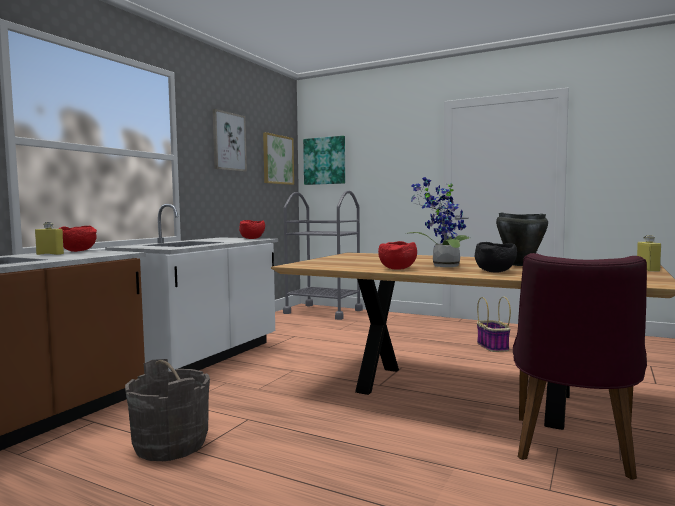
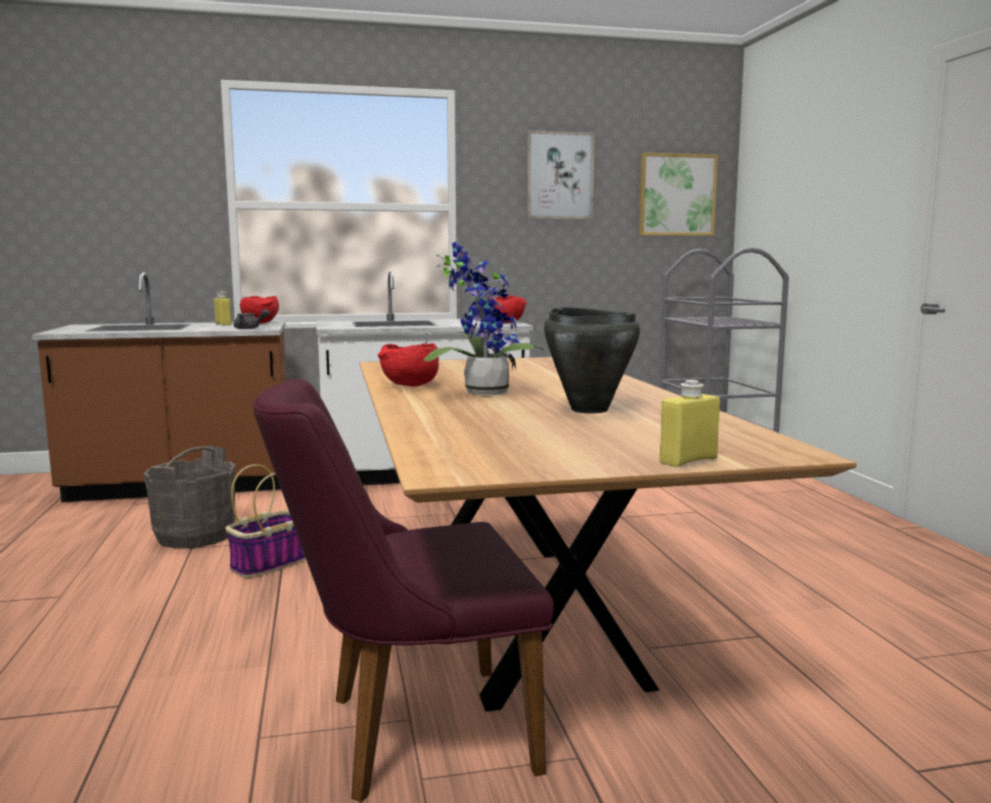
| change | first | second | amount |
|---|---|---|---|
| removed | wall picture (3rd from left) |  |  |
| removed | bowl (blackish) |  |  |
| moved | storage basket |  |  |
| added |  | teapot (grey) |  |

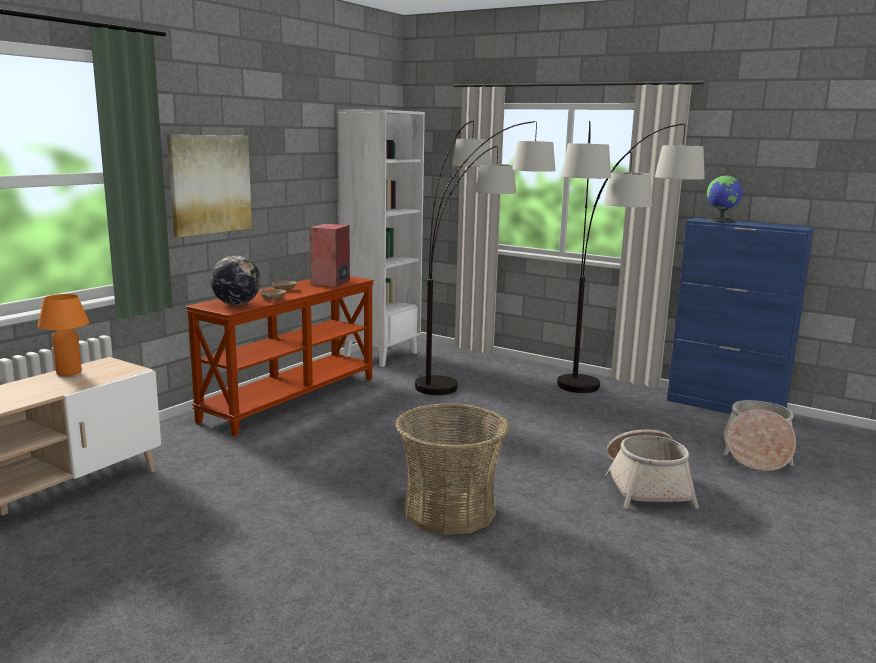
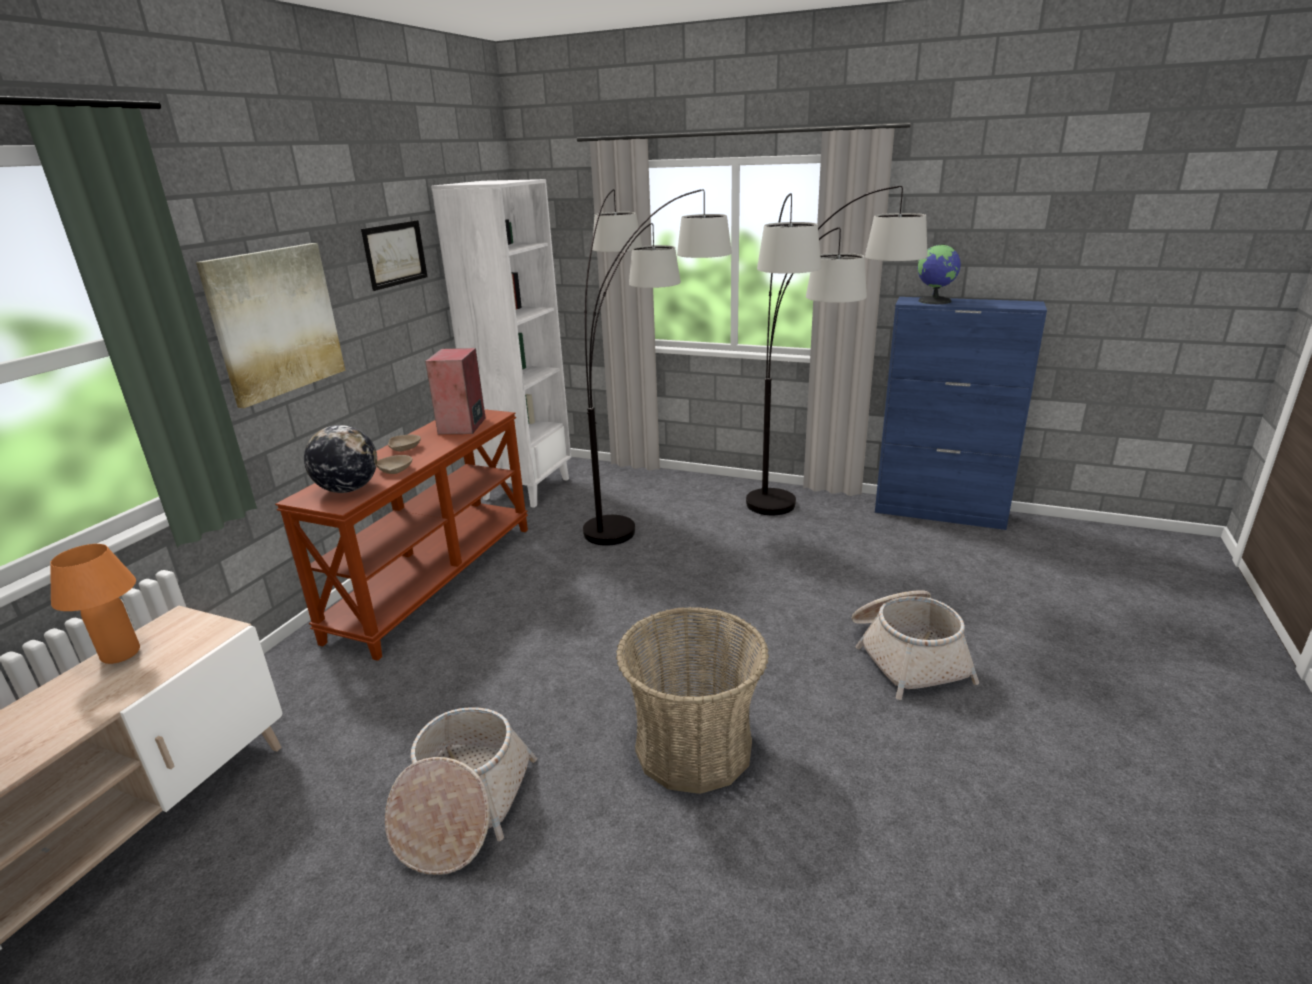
| change | first | second | amount |
|---|---|---|---|
| moved | storage basket (3rd from left in the first image) | storage basket (1st from left) |  |
| added |  | wall picture (2nd from left) |  |

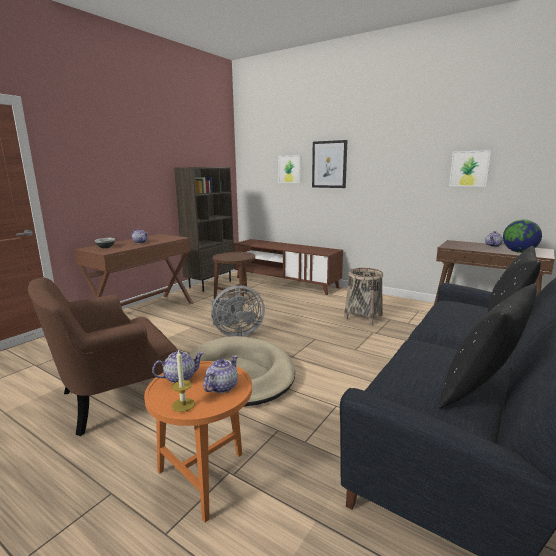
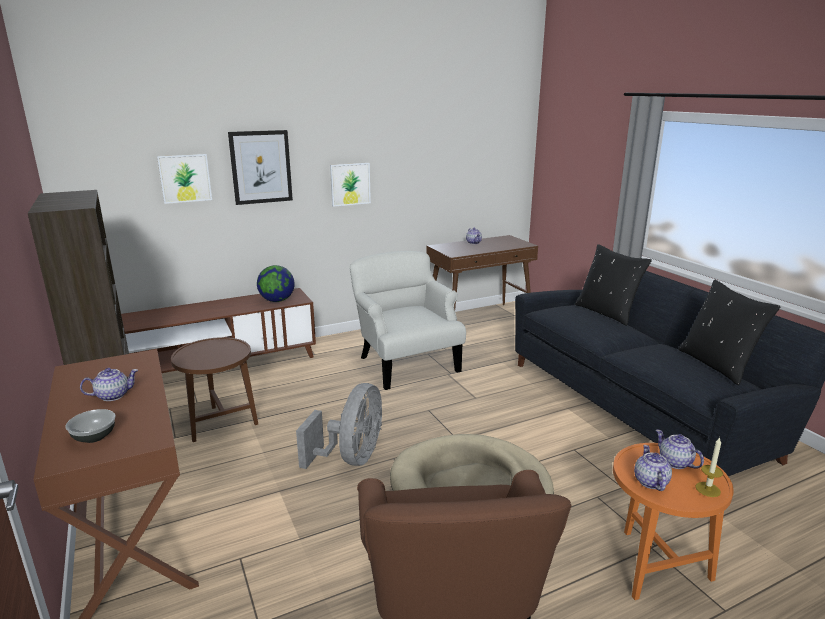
| change | first | second | amount |
|---|---|---|---|
| replaced | storage basket | easy chair (white) |  |
| moved | wall picture (3rd from left) |  |  |
| moved | desk globe |  |  |

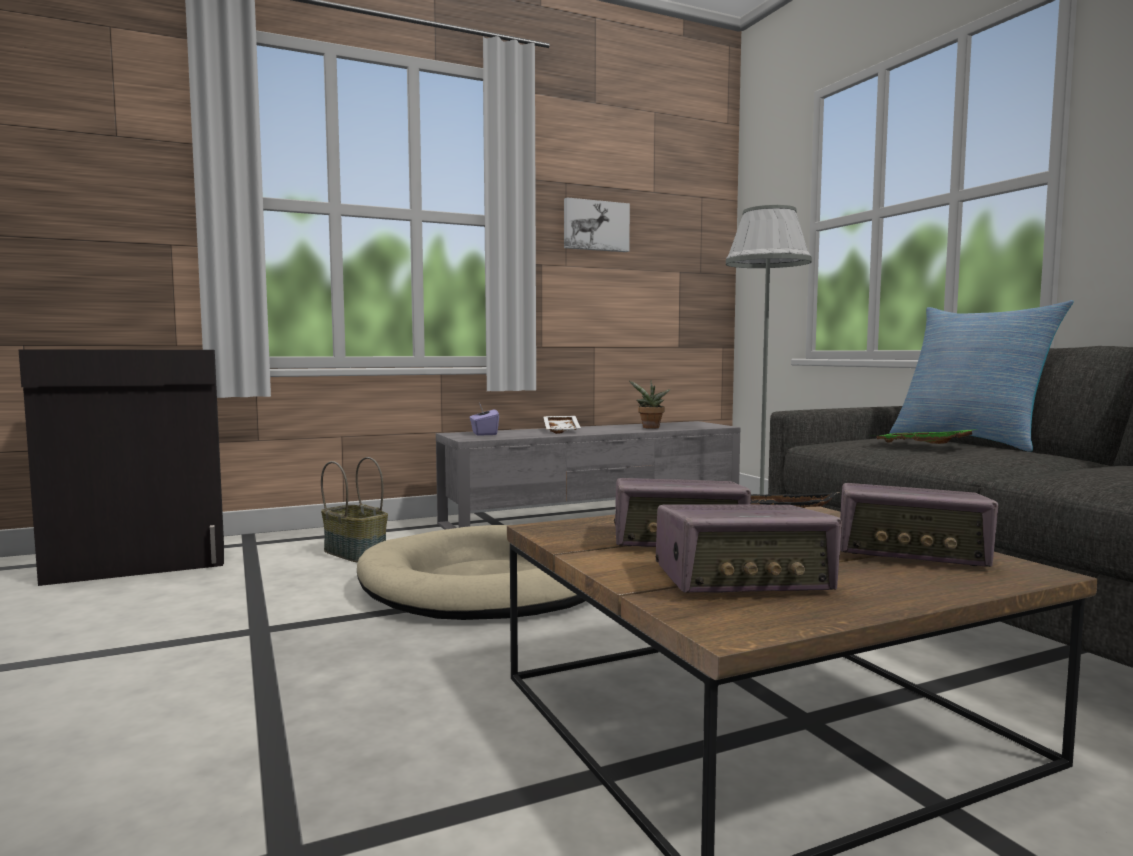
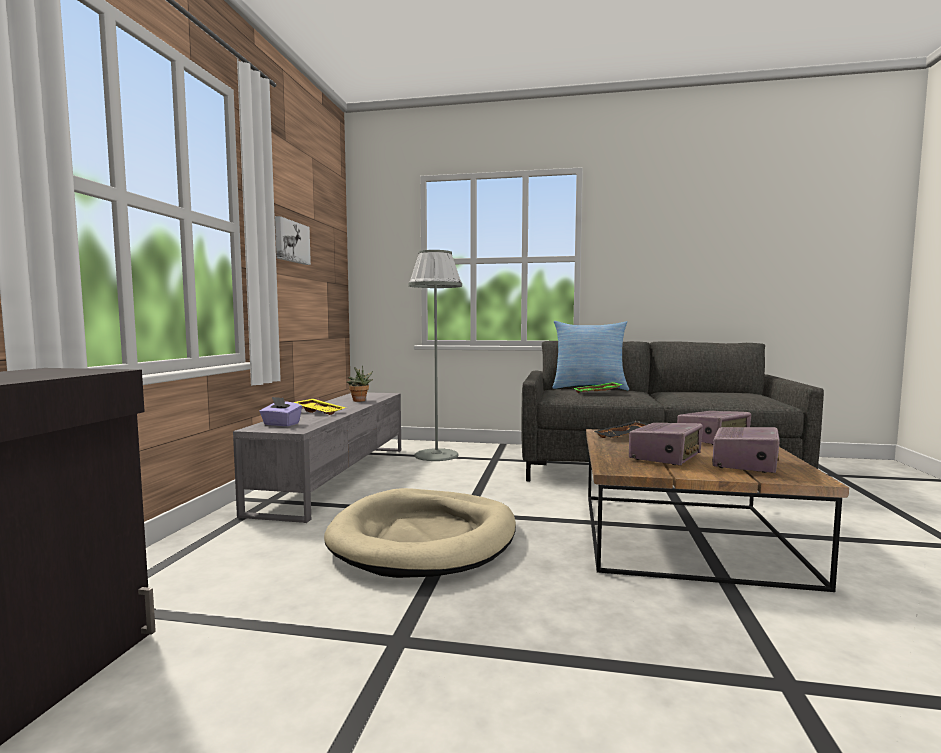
| change | first | second | amount |
|---|---|---|---|
| removed | storage basket |  |  |
| recoloured | carrying tray (white) | carrying tray (yellowish) |  |

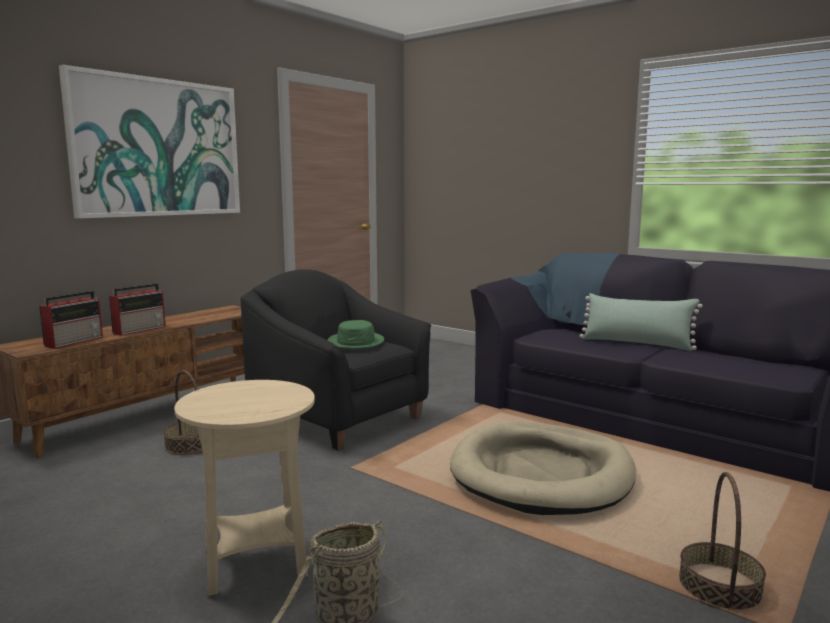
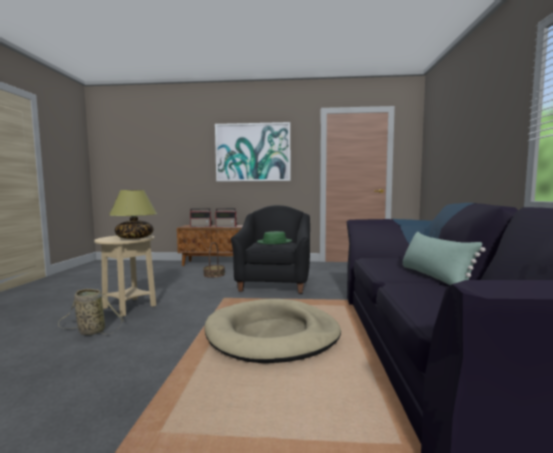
| change | first | second | amount |
|---|---|---|---|
| removed | storage basket (3rd from left) |  |  |
| added |  | table lamp |  |

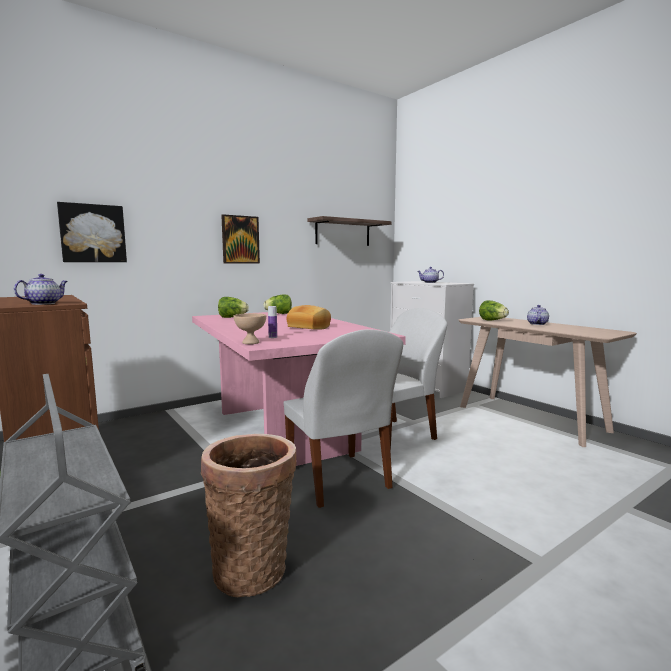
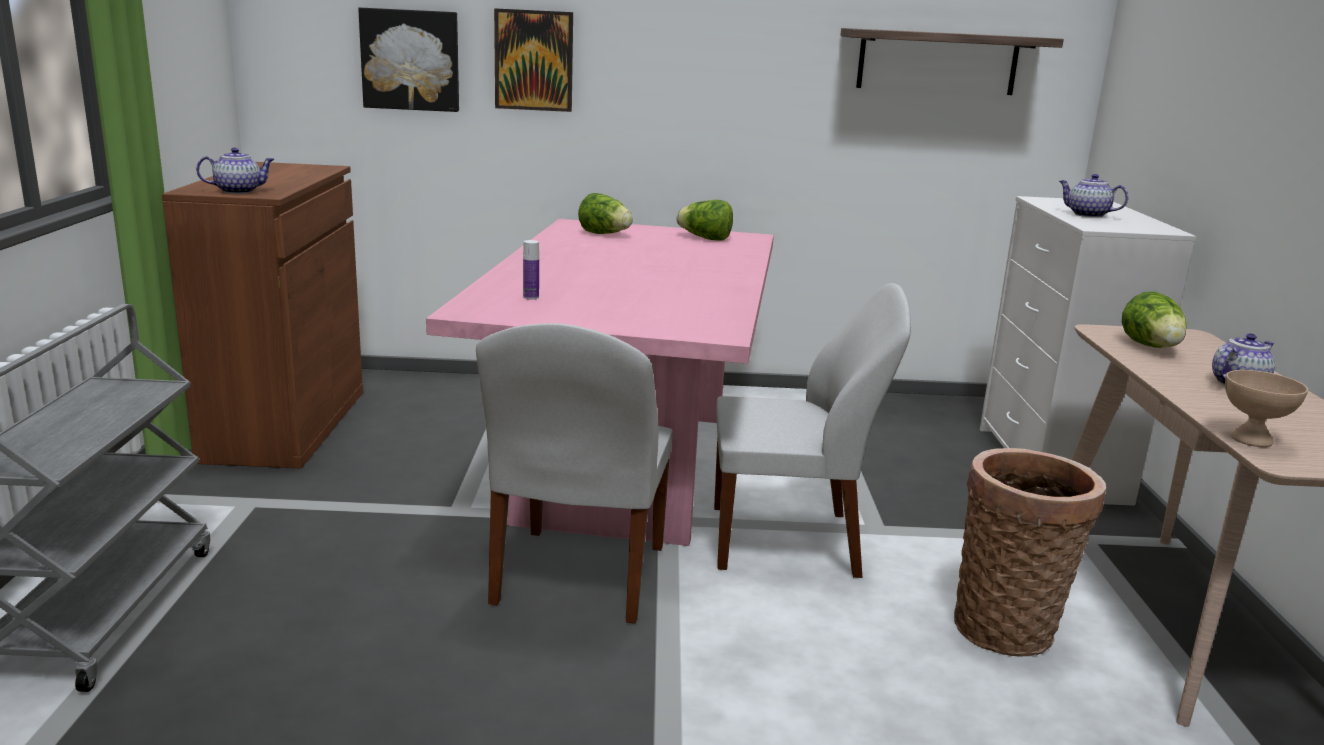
| change | first | second | amount |
|---|---|---|---|
| moved | storage basket |  |  |
| moved | wall picture (2nd from left) |  |  |
| moved | bowl (beige) |  |  |
| removed | bread |  |  |

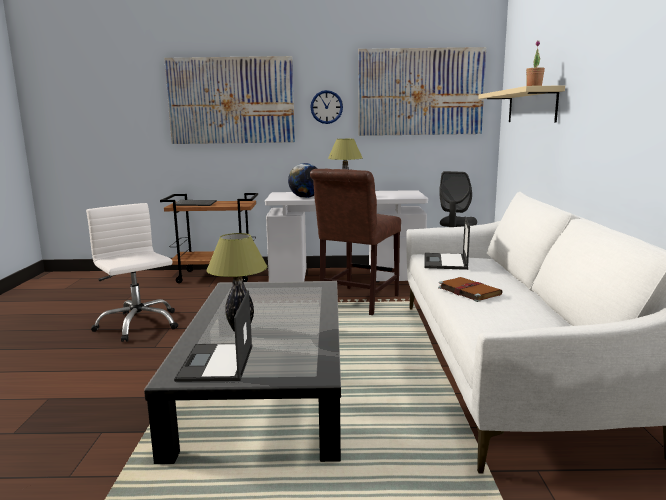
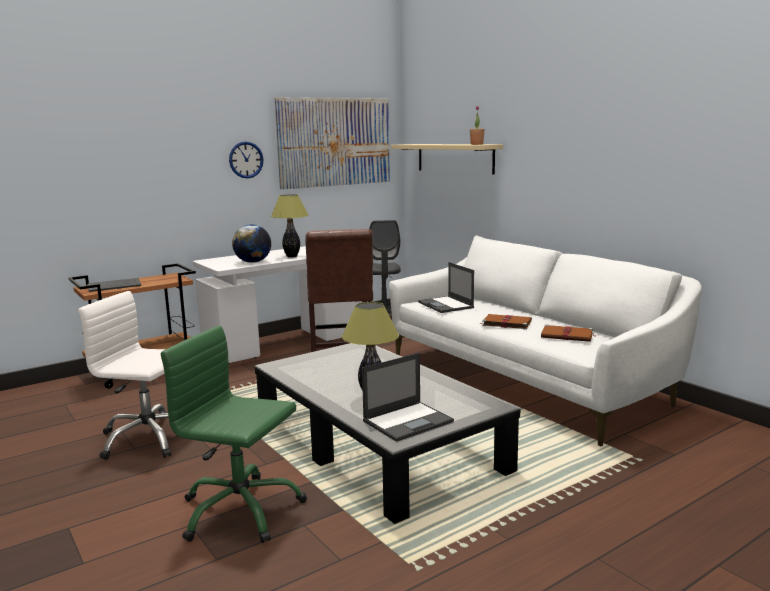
| change | first | second | amount |
|---|---|---|---|
| removed | wall picture (1st from left) |  |  |
| turned | laptop (1st from left) |  | 90 degrees counterclockwise |
| added |  | desk chair (greenish) |  |
| added |  | volume (brown-coloured) (2nd from left) |  |

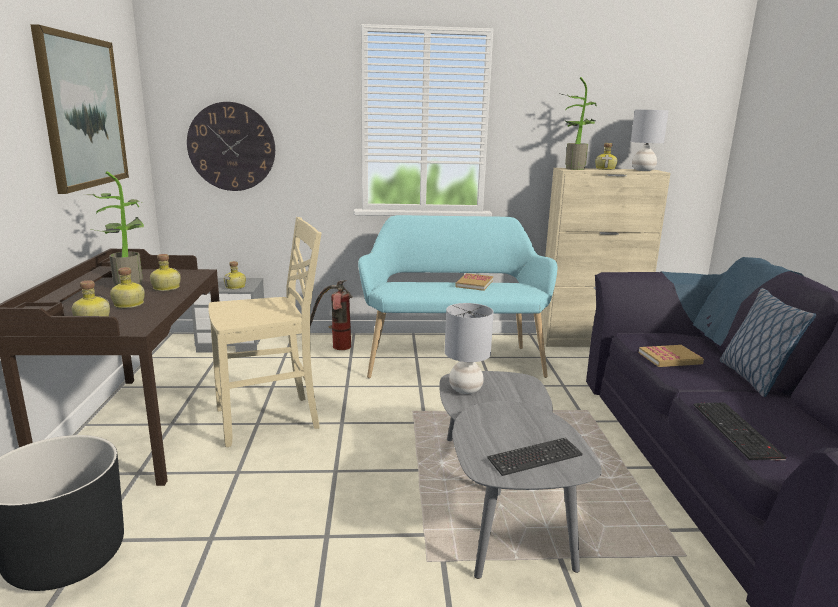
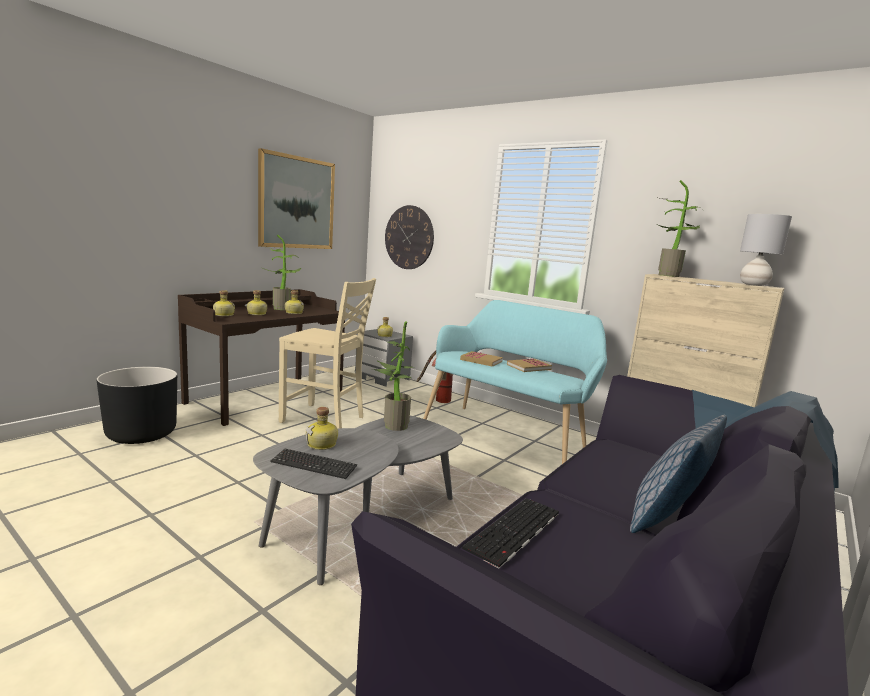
| change | first | second | amount |
|---|---|---|---|
| replaced | table lamp (grey) (1st from left) | houseplant (2nd from left) |  |
| moved | bottle (5th from left in the first image) | bottle (4th from left) |  |
| moved | volume (2nd from left in the first image) | volume (1st from left) |  |

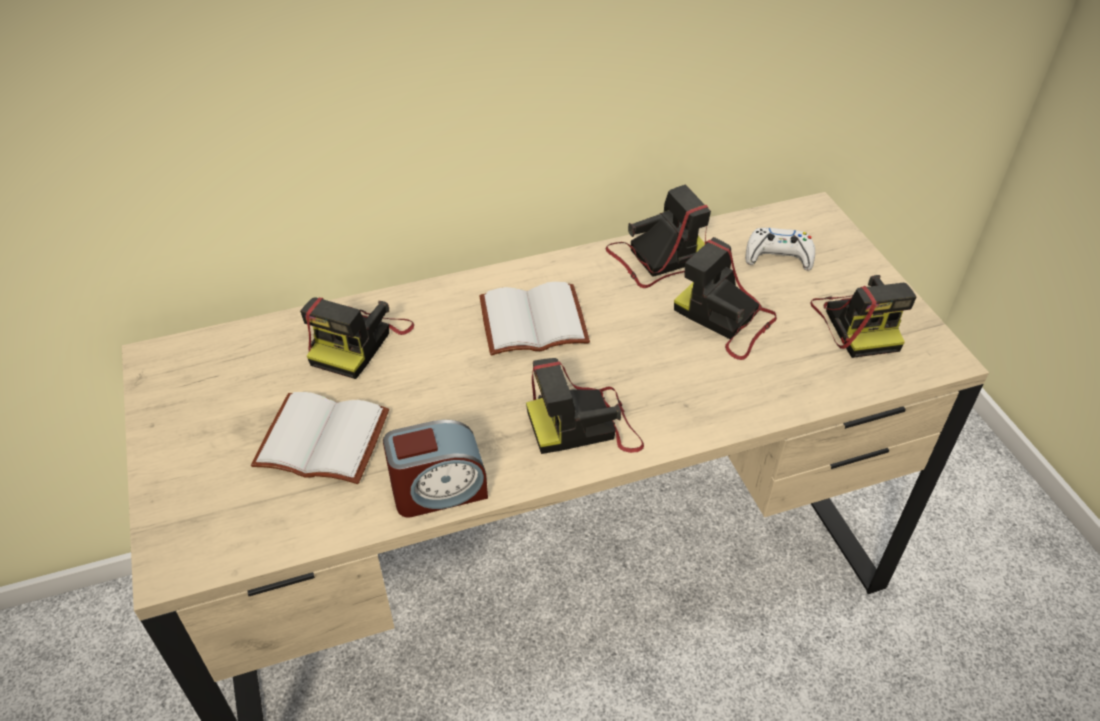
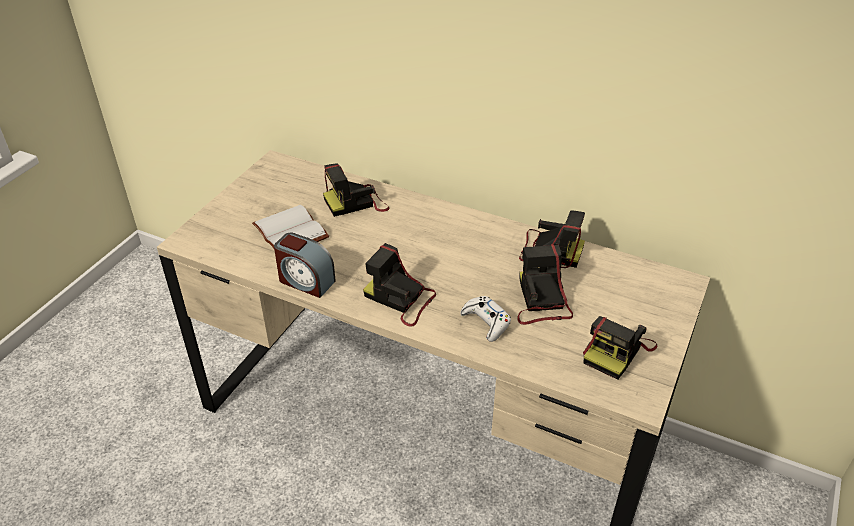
| change | first | second | amount |
|---|---|---|---|
| removed | volume (white) (2nd from left) |  |  |
| moved | joypad (white) |  |  |

